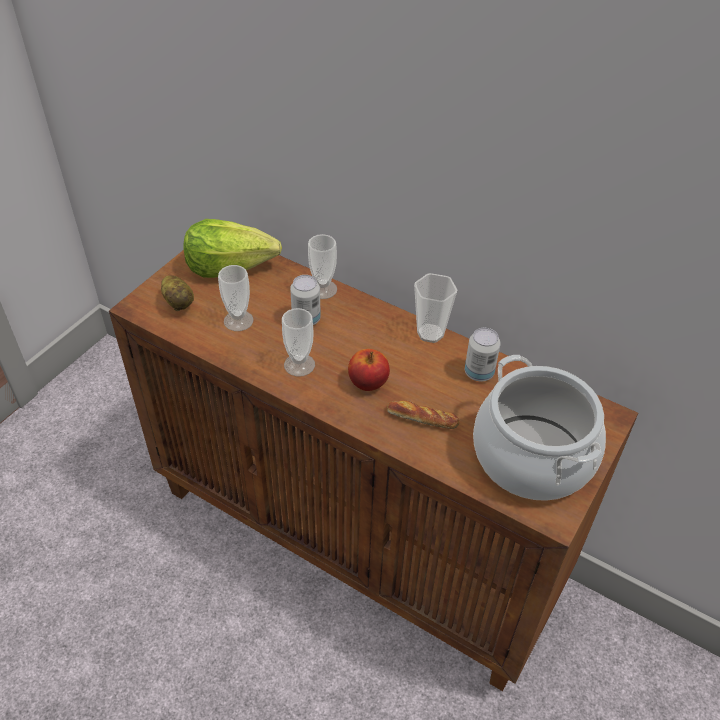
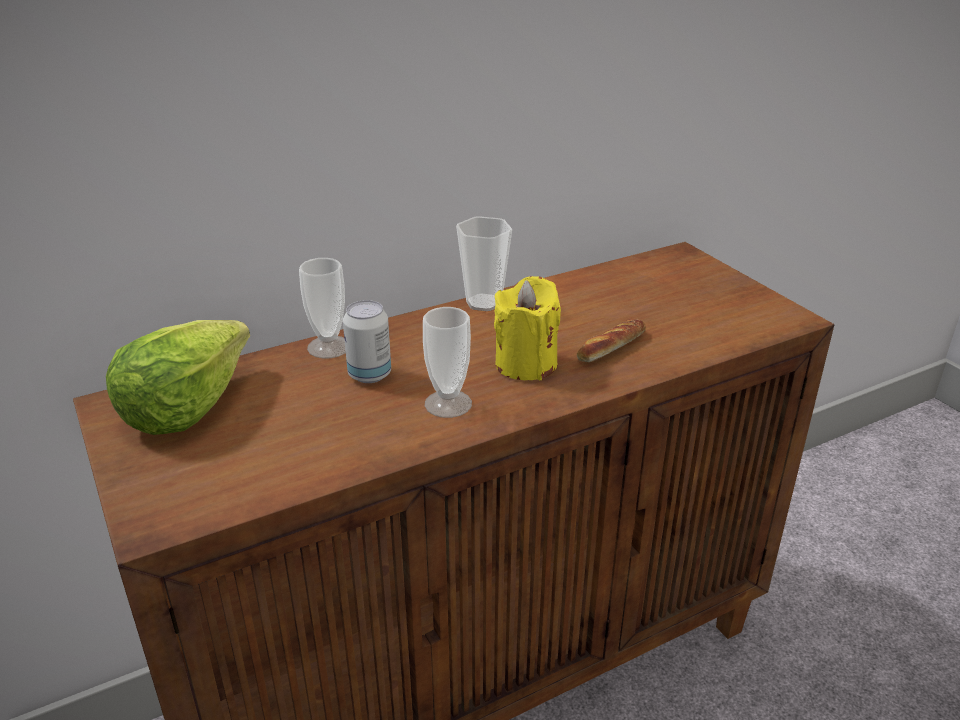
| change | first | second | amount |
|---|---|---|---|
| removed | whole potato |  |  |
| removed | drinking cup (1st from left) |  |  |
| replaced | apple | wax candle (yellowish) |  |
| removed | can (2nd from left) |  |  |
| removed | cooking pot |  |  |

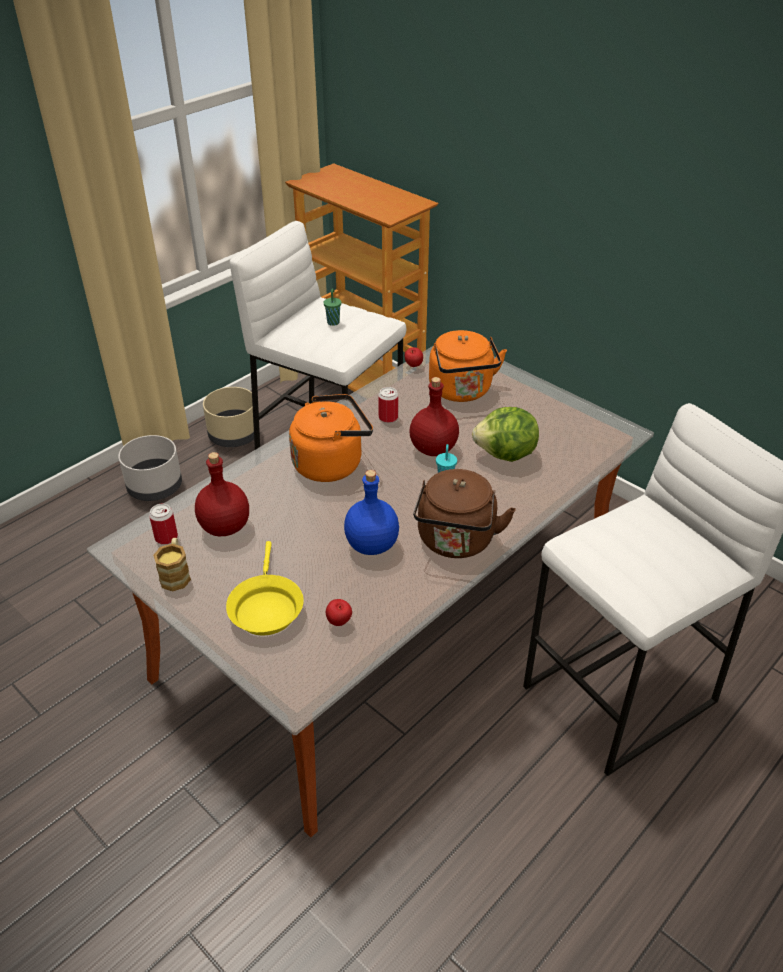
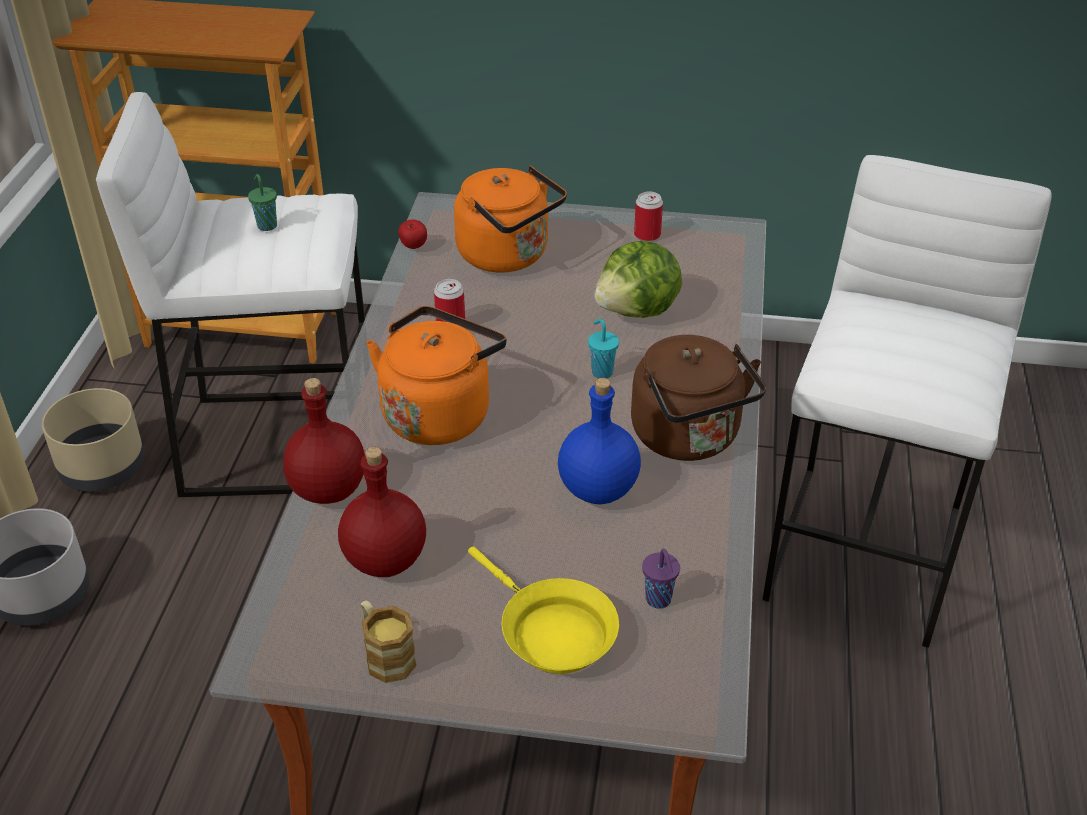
| change | first | second | amount |
|---|---|---|---|
| moved | can (1st from left in the first image) | can (2nd from left) |  |
| replaced | apple (1st from left) | drinking cup (purple) |  |
| moved | bottle (red-coloured) (2nd from left in the first image) | bottle (red-coloured) (1st from left) |  |

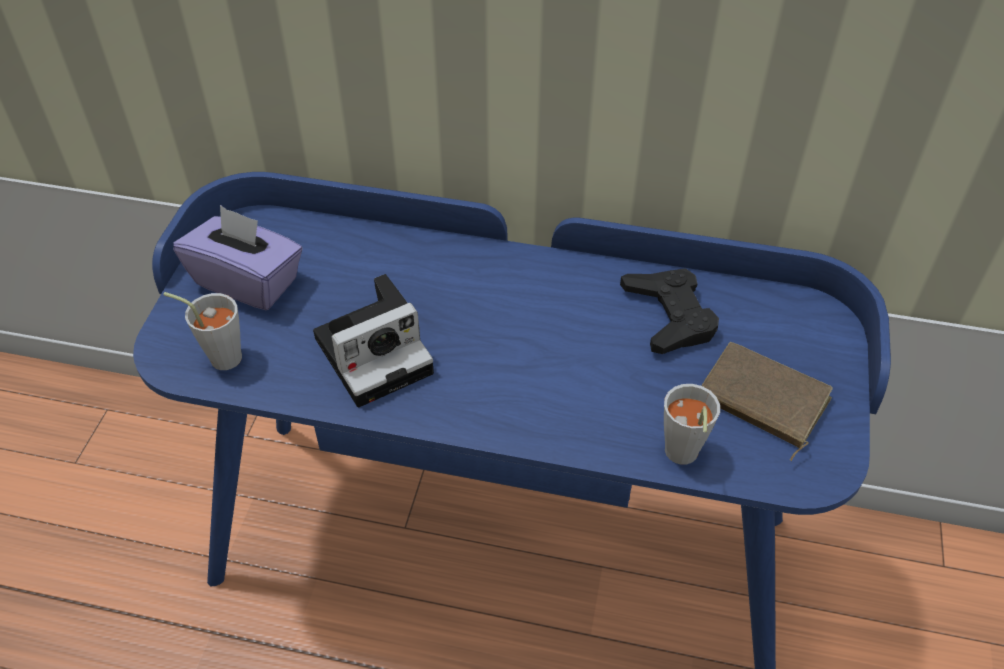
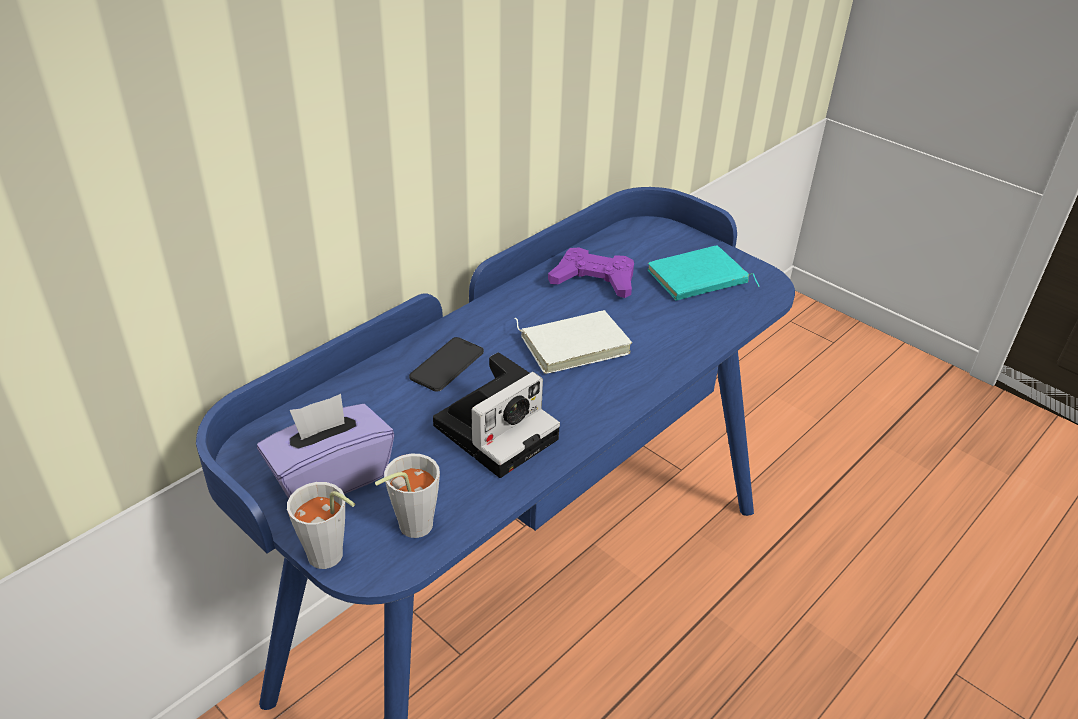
| change | first | second | amount |
|---|---|---|---|
| turned | photo camera |  | 45 degrees clockwise |
| recoloured | joypad (blackish) | joypad (purple) |  |
| moved | drinking cup (grey) (2nd from left in the first image) | drinking cup (grey) (1st from left) |  |
| recoloured | volume (brown-coloured) | volume (blue-green) |  |
| added |  | handset |  |
| added |  | volume (white) |  |

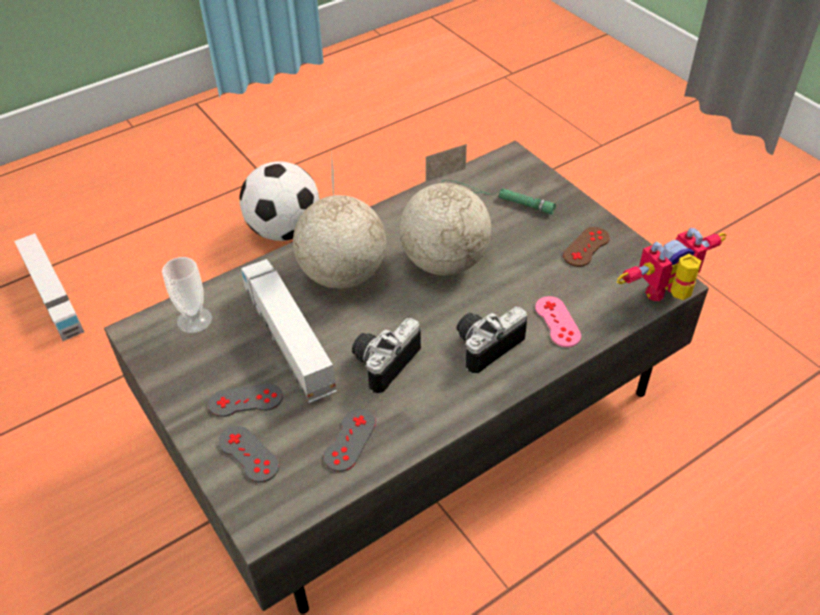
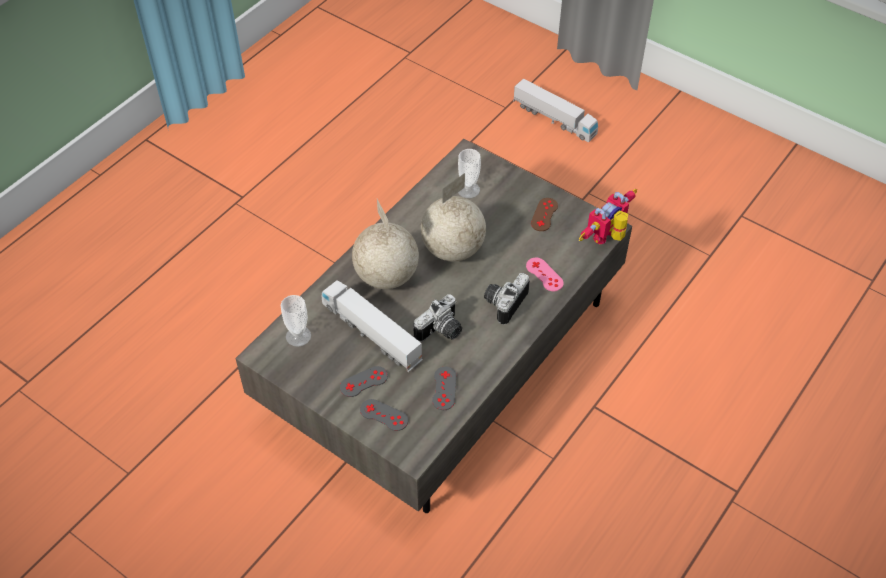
| change | first | second | amount |
|---|---|---|---|
| moved | model truck (1st from left in the first image) | model truck (2nd from left) |  |
| removed | ball for football |  |  |
| turned | photo camera (1st from left) |  | 150 degrees counterclockwise |
| replaced | torch (greenish) | drinking cup (2nd from left) |  |

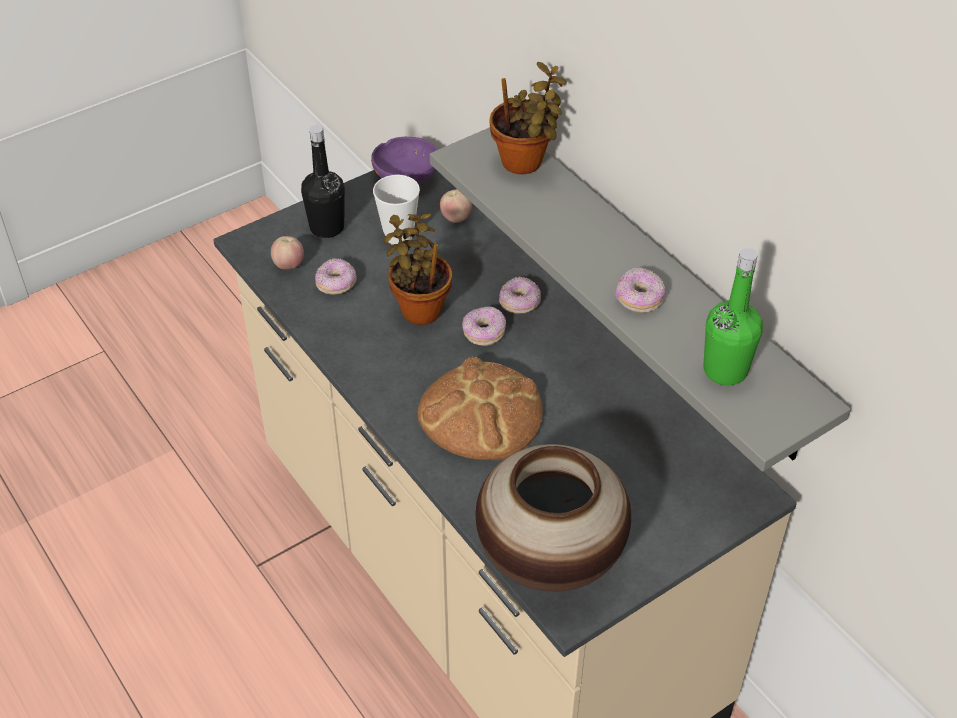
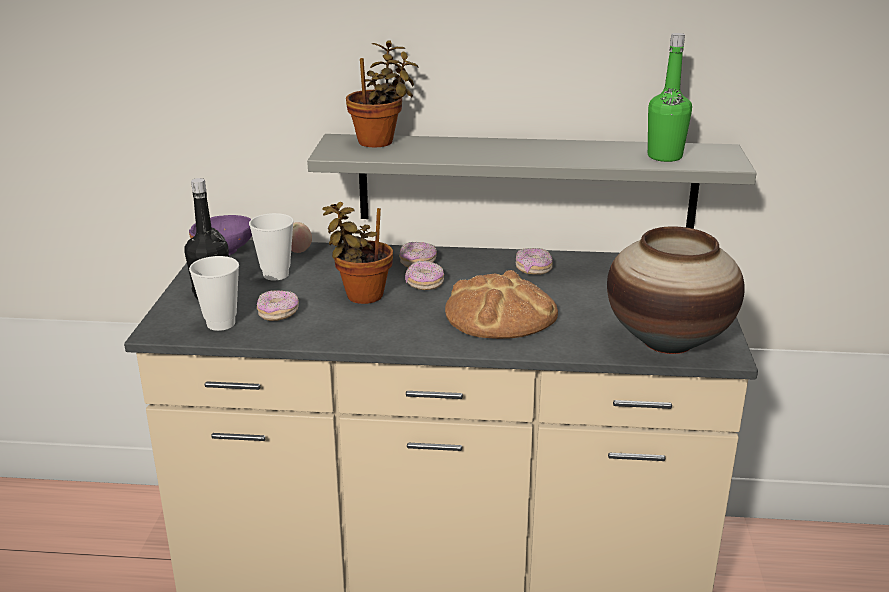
| change | first | second | amount |
|---|---|---|---|
| replaced | apple (1st from left) | drinking cup (1st from left) |  |
| moved | doughnut (4th from left) |  |  |

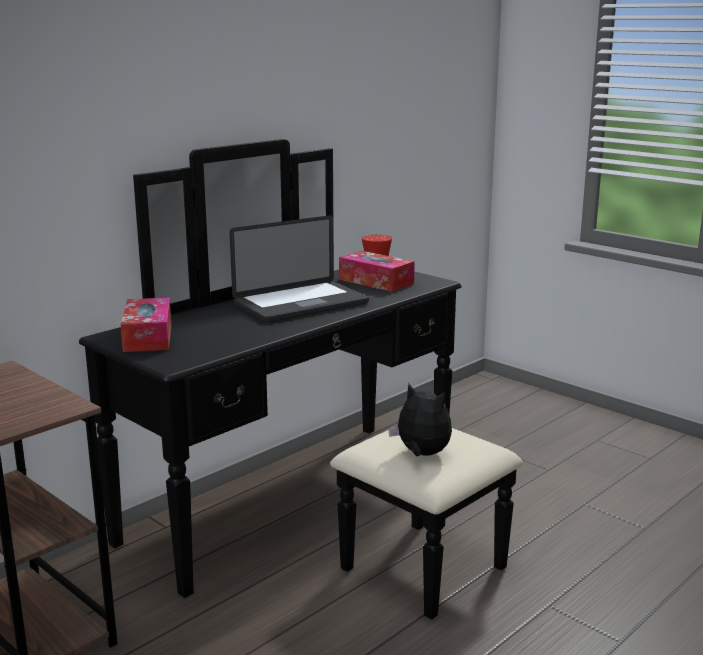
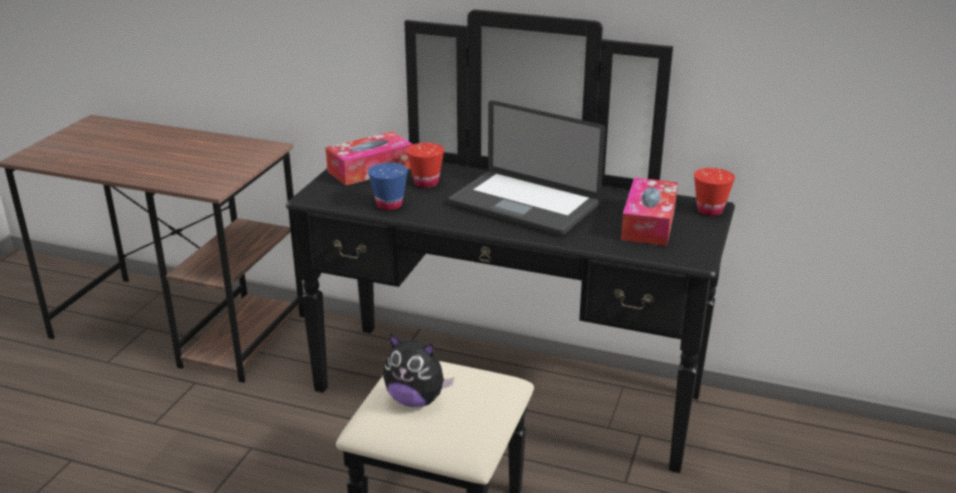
| change | first | second | amount |
|---|---|---|---|
| turned | plush toy |  | 105 degrees clockwise |
| added |  | drinking cup (bluish) |  |
| added |  | drinking cup (red-coloured) (1st from left) |  |

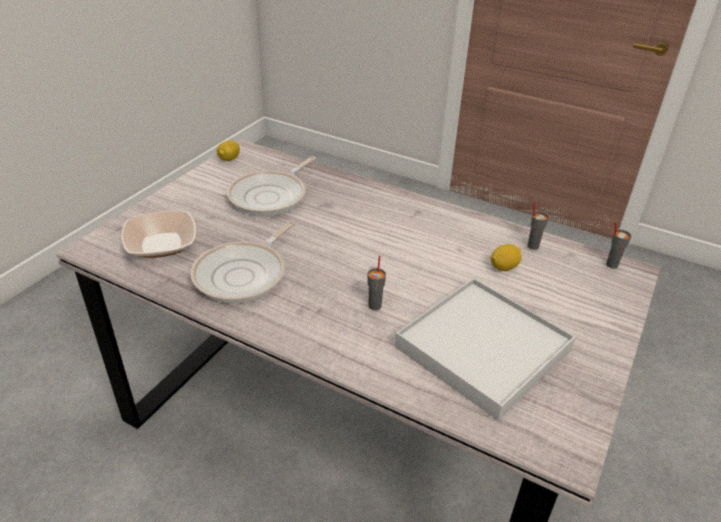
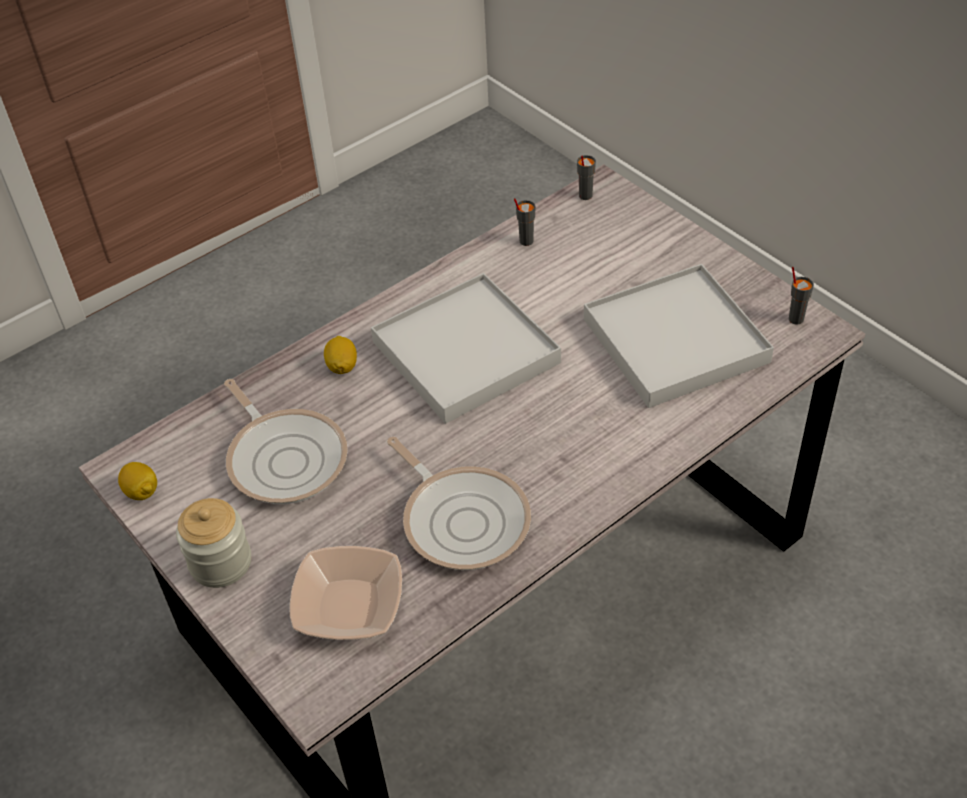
| change | first | second | amount |
|---|---|---|---|
| moved | drinking cup (grey) (1st from left in the first image) | drinking cup (grey) (3rd from left) |  |
| moved | whole lemon (2nd from left) |  |  |
| added |  | preserve jar |  |
| added |  | carrying tray (white) (1st from left) |  |

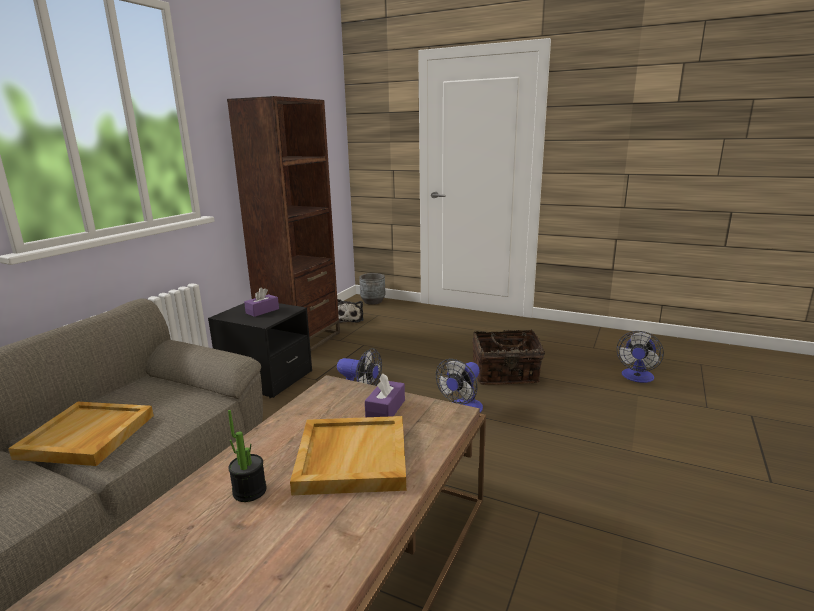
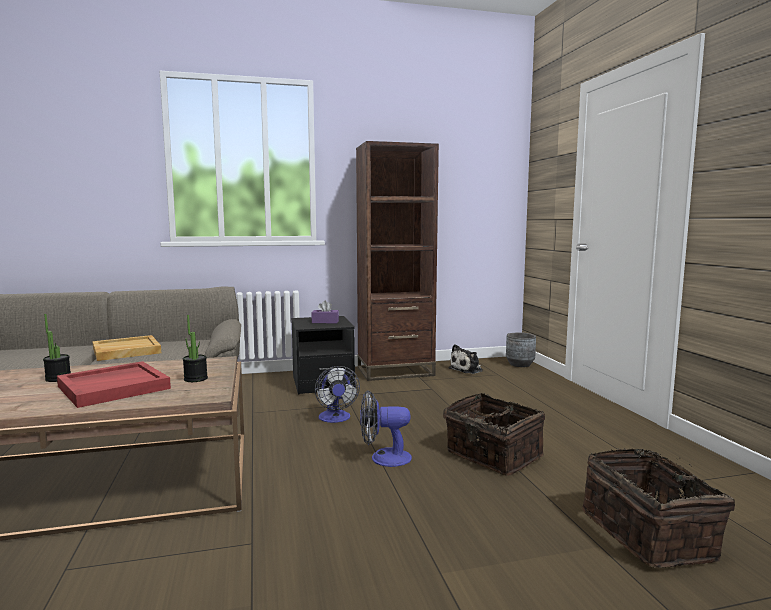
| change | first | second | amount |
|---|---|---|---|
| recoloured | carrying tray (beige) (2nd from left) | carrying tray (red-coloured) |  |
| replaced | box of tissues (purple) (2nd from left) | houseplant (2nd from left) |  |
| replaced | electric fan (3rd from left) | storage basket (2nd from left) |  |

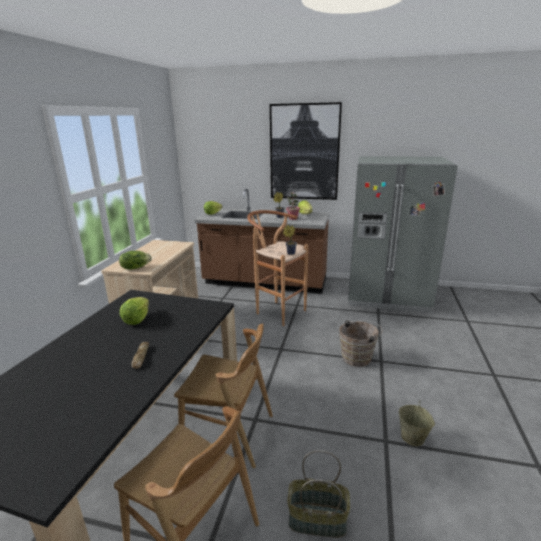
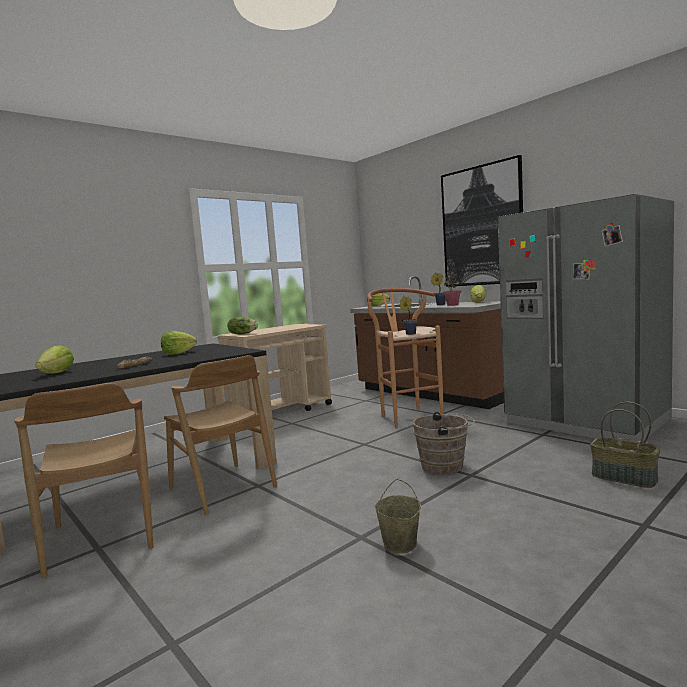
| change | first | second | amount |
|---|---|---|---|
| moved | storage basket |  |  |
| added |  | head of lettuce (1st from left) |  |

